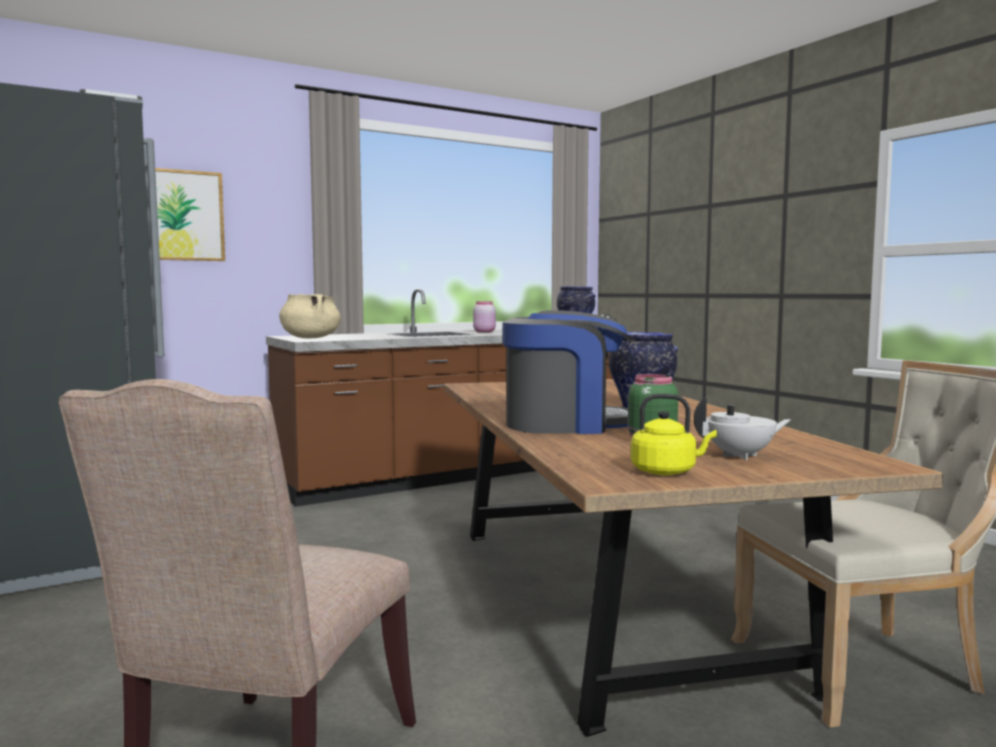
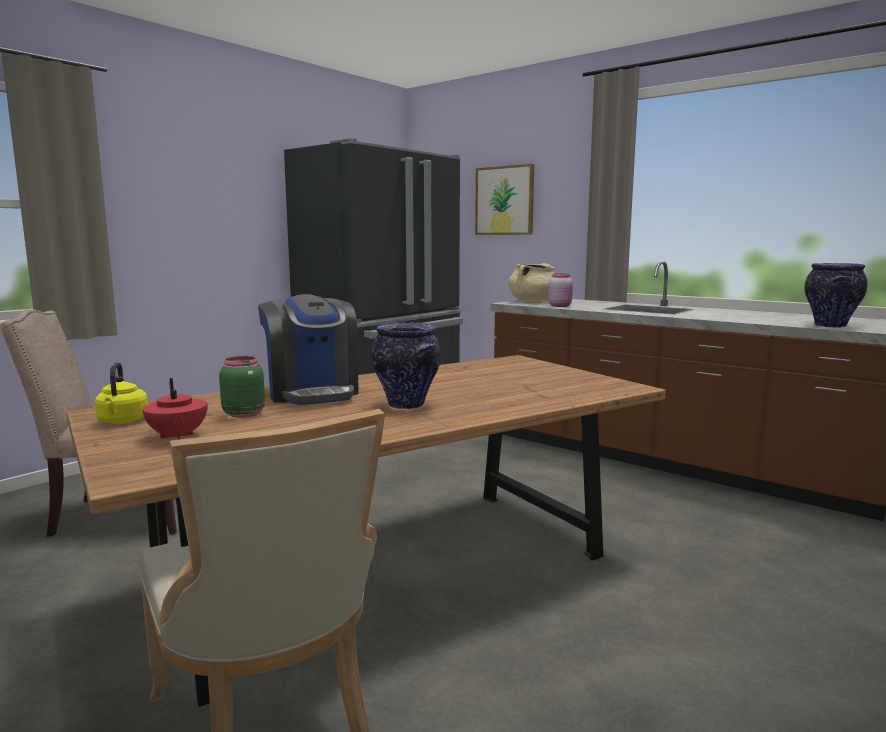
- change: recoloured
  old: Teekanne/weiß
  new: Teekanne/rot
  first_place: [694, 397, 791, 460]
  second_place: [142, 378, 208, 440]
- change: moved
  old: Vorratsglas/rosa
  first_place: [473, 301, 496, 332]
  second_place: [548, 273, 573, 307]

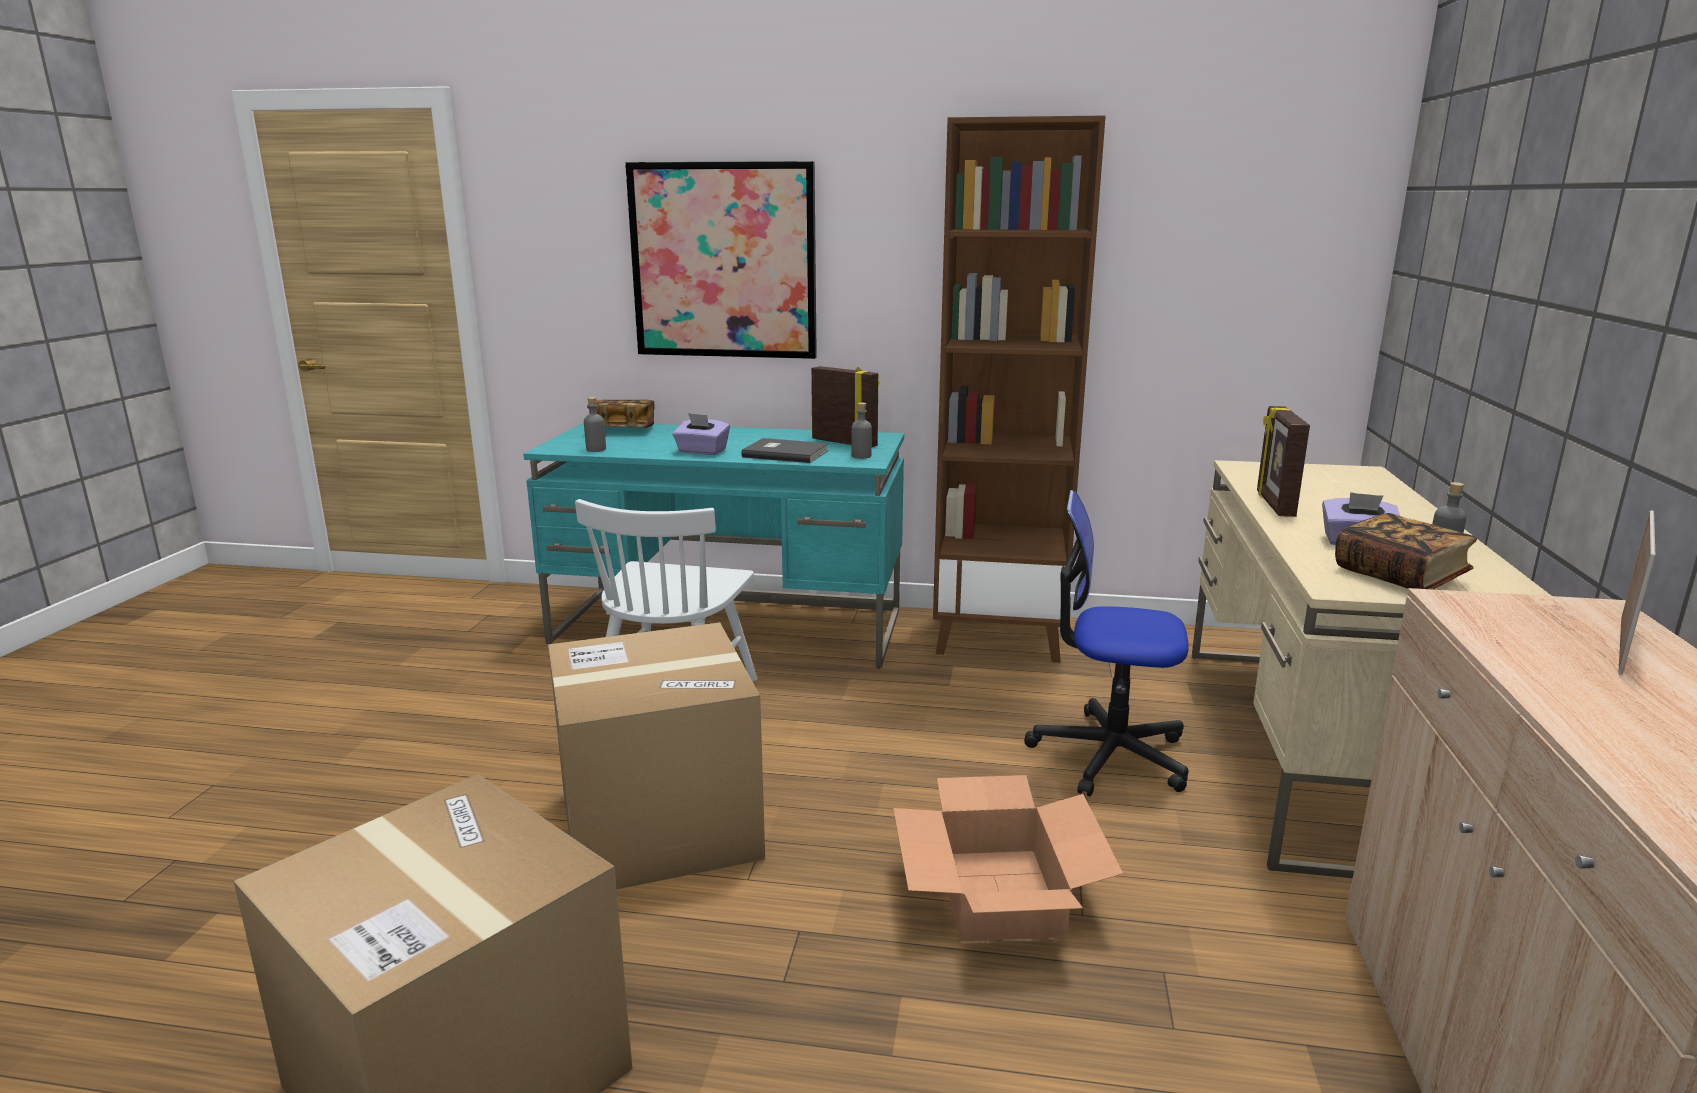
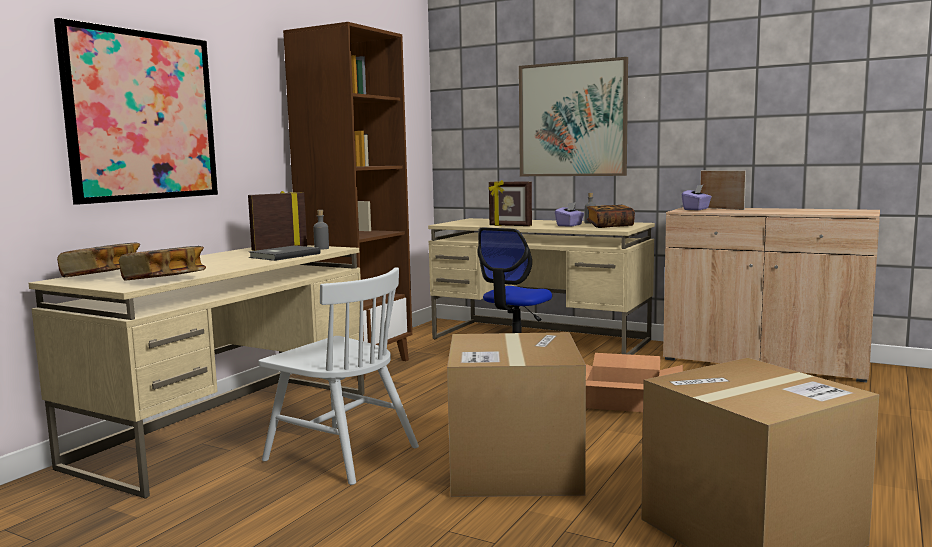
- change: recoloured
  old: Schreibtisch/türkis
  new: Schreibtisch/beige
  first_place: [524, 423, 904, 668]
  second_place: [28, 245, 365, 499]
- change: replaced
  old: Flasche/grau
  new: Buch
  first_place: [584, 397, 606, 452]
  second_place: [119, 246, 206, 281]
- change: added
  new: Bild
  second_place: [519, 57, 628, 176]
- change: moved
  old: Taschentuchbox/lila
  first_place: [672, 413, 730, 455]
  second_place: [682, 184, 712, 210]

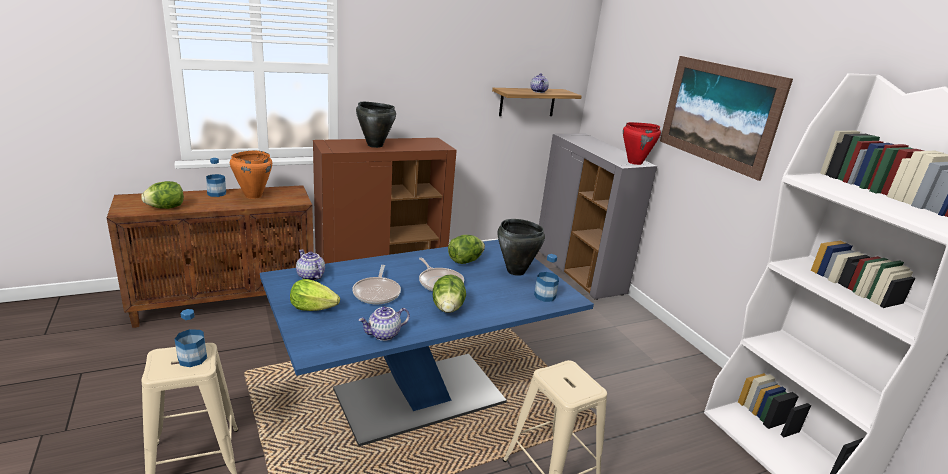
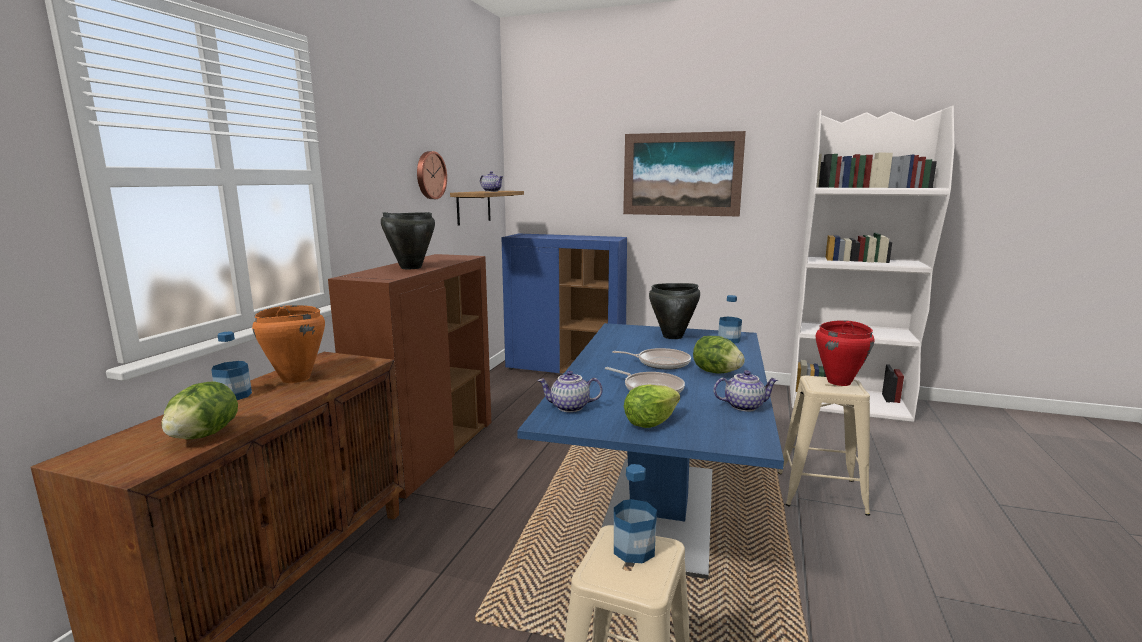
- change: added
  new: Wanduhr
  second_place: [417, 151, 447, 199]
- change: recoloured
  old: Schrank/grau
  new: Schrank/blau
  first_place: [539, 133, 657, 300]
  second_place: [501, 234, 627, 373]
- change: turned
  old: Teekanne
  first_place: [358, 306, 410, 341]
  second_place: [713, 370, 778, 412]
  degrees: -105
- change: moved
  old: Kochtopf/rot
  first_place: [623, 122, 661, 165]
  second_place: [816, 320, 875, 386]
- change: removed
  old: Salatkopf
  first_place: [448, 235, 485, 264]

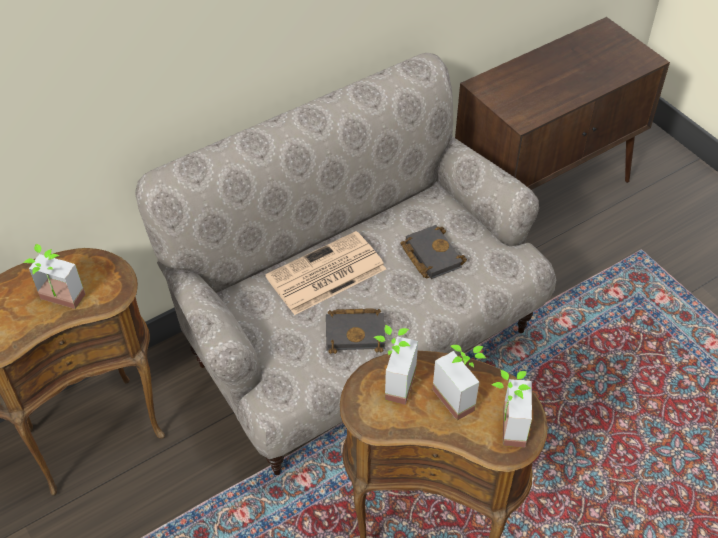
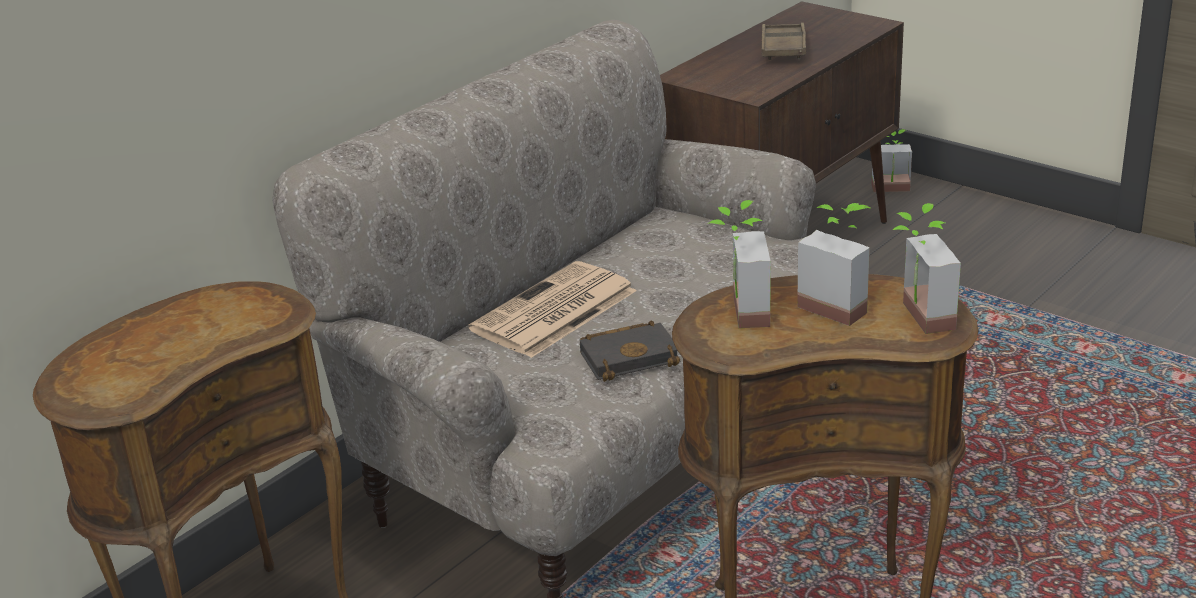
- change: added
  new: Tablett/braun
  second_place: [761, 22, 806, 60]
- change: moved
  old: Topfpflanze
  first_place: [23, 244, 86, 309]
  second_place: [872, 129, 912, 192]
- change: removed
  old: Buch/schwarz
  first_place: [400, 225, 467, 279]

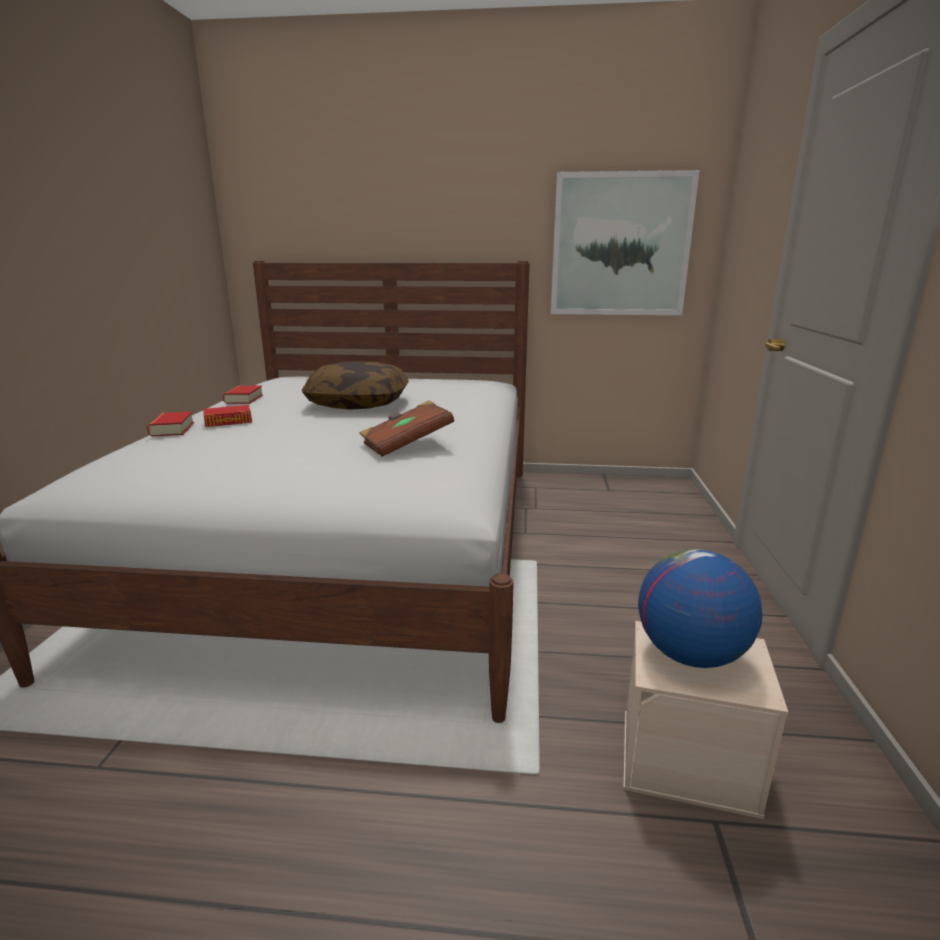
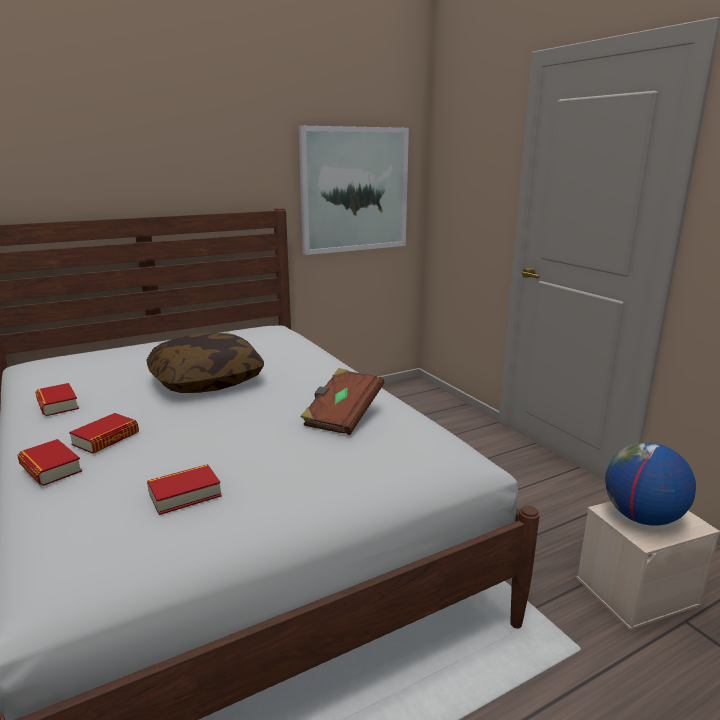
- change: added
  new: Buch
  second_place: [147, 464, 222, 515]

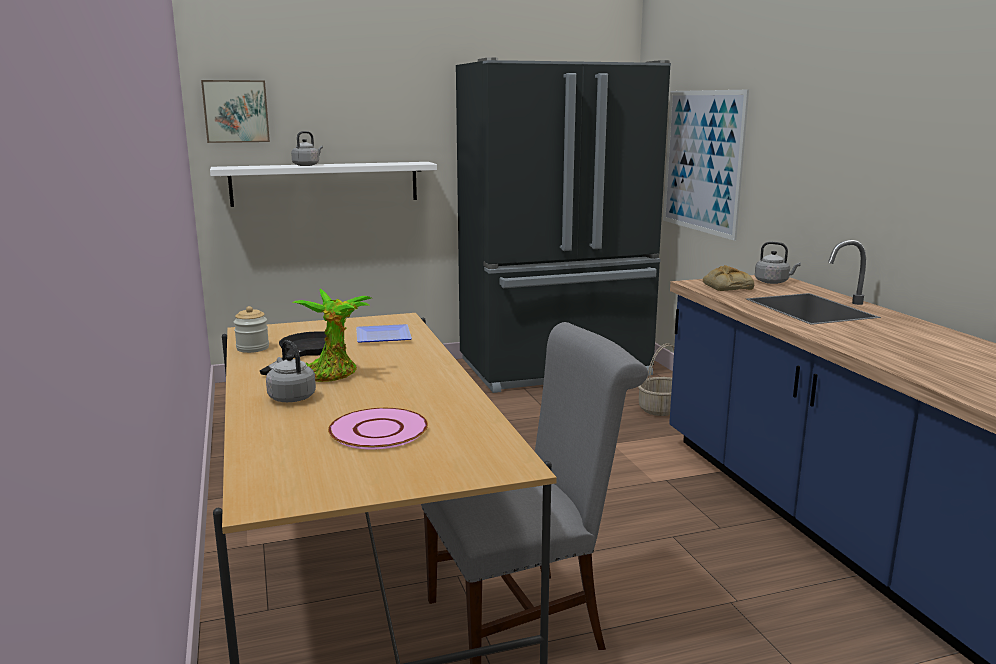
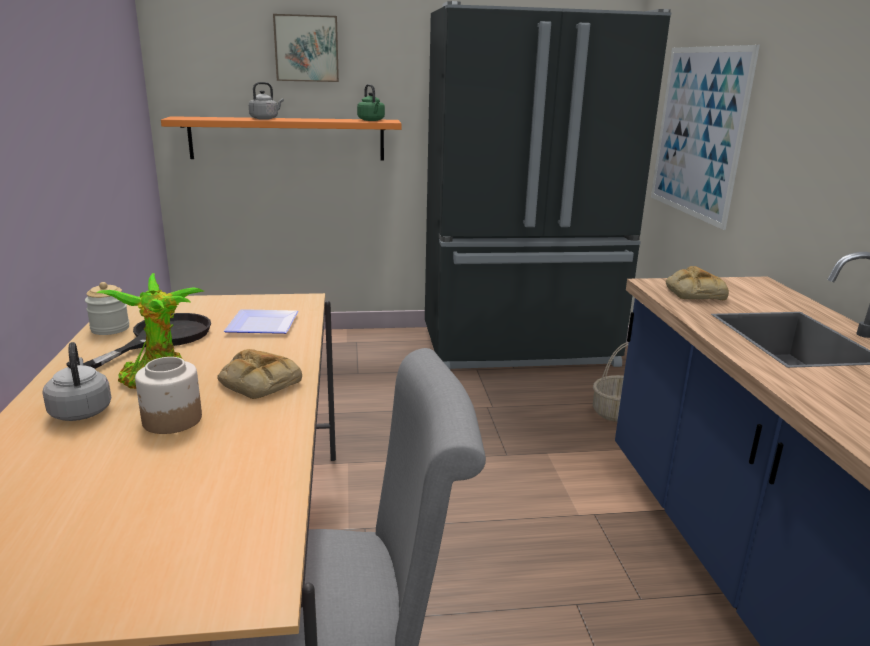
- change: added
  new: Vorratsglas
  second_place: [135, 357, 202, 434]
- change: recoloured
  old: Wandregal/weiß
  new: Wandregal/orange
  first_place: [210, 162, 437, 207]
  second_place: [161, 116, 401, 161]
- change: added
  new: Brot
  second_place: [217, 349, 302, 399]
- change: moved
  old: Bild
  first_place: [201, 80, 270, 143]
  second_place: [273, 14, 339, 82]
- change: added
  new: Wasserkessel/grün
  second_place: [357, 84, 385, 121]
- change: removed
  old: Teller/rosa
  first_place: [328, 408, 428, 449]
- change: removed
  old: Wasserkessel/grau
  first_place: [755, 242, 801, 284]

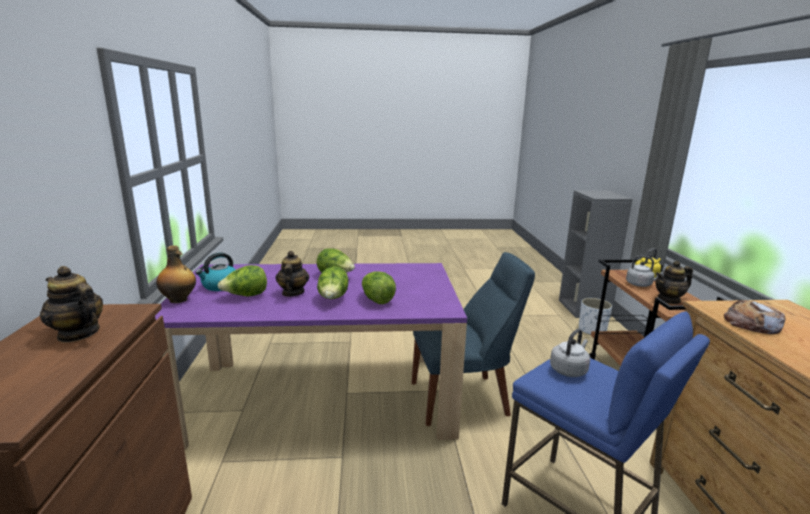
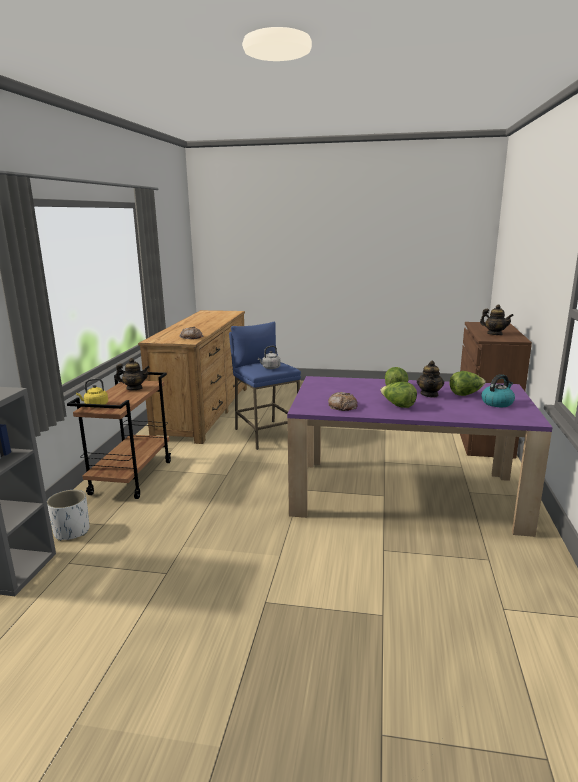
- change: added
  new: Brot
  second_place: [328, 392, 357, 411]
- change: removed
  old: Flasche
  first_place: [156, 246, 196, 303]
- change: removed
  old: Salatkopf
  first_place: [362, 271, 396, 304]
- change: removed
  old: Stuhl/blau
  first_place: [412, 252, 535, 426]
- change: removed
  old: Wasserkessel/grau
  first_place: [626, 255, 664, 287]

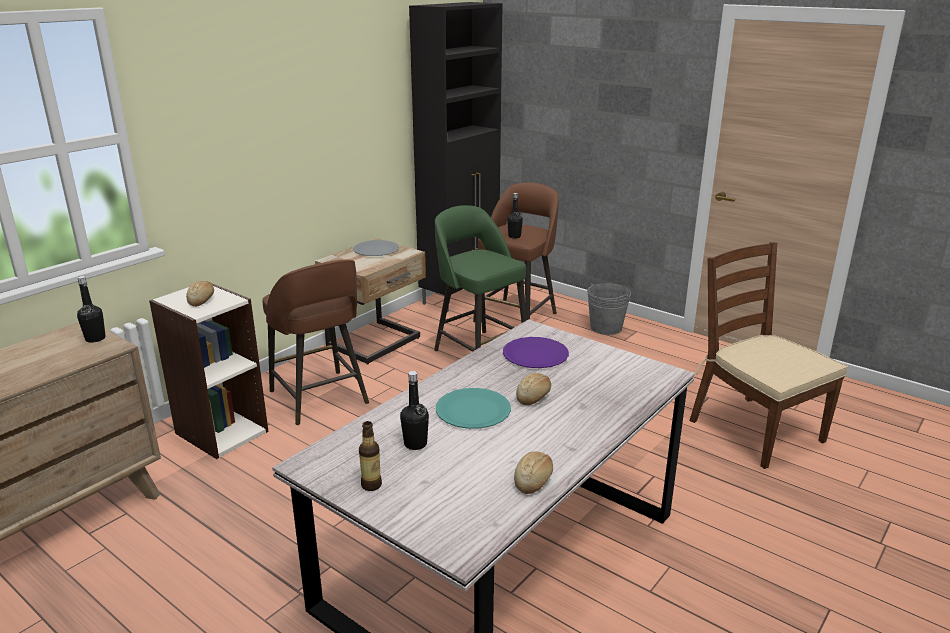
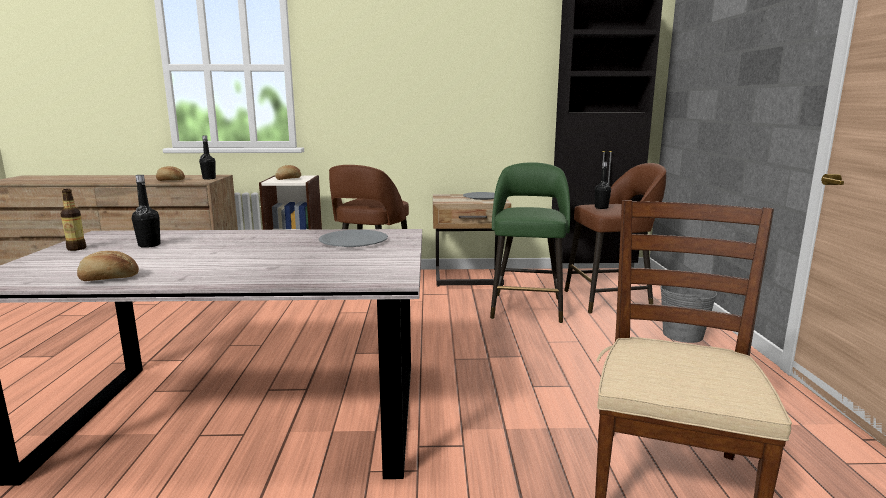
- change: moved
  old: Brot
  first_place: [516, 373, 551, 405]
  second_place: [156, 166, 185, 181]
- change: recoloured
  old: Teller/lila
  new: Teller/grau
  first_place: [503, 337, 569, 368]
  second_place: [319, 230, 388, 247]
- change: removed
  old: Teller/türkis
  first_place: [436, 388, 511, 429]

